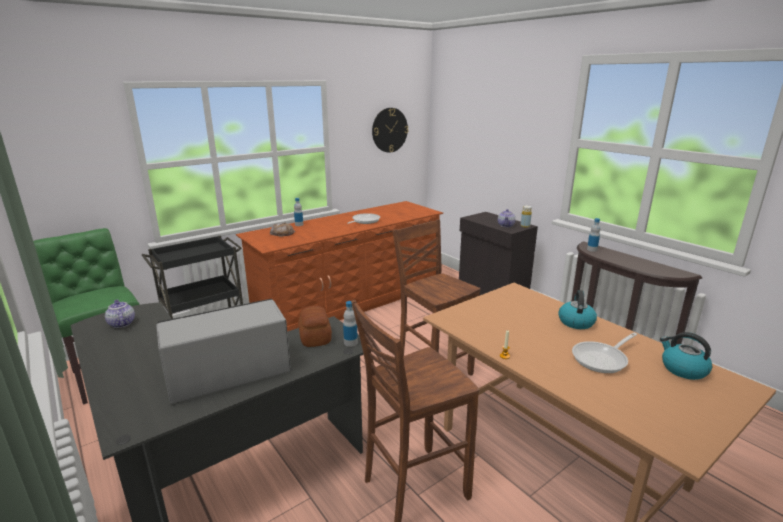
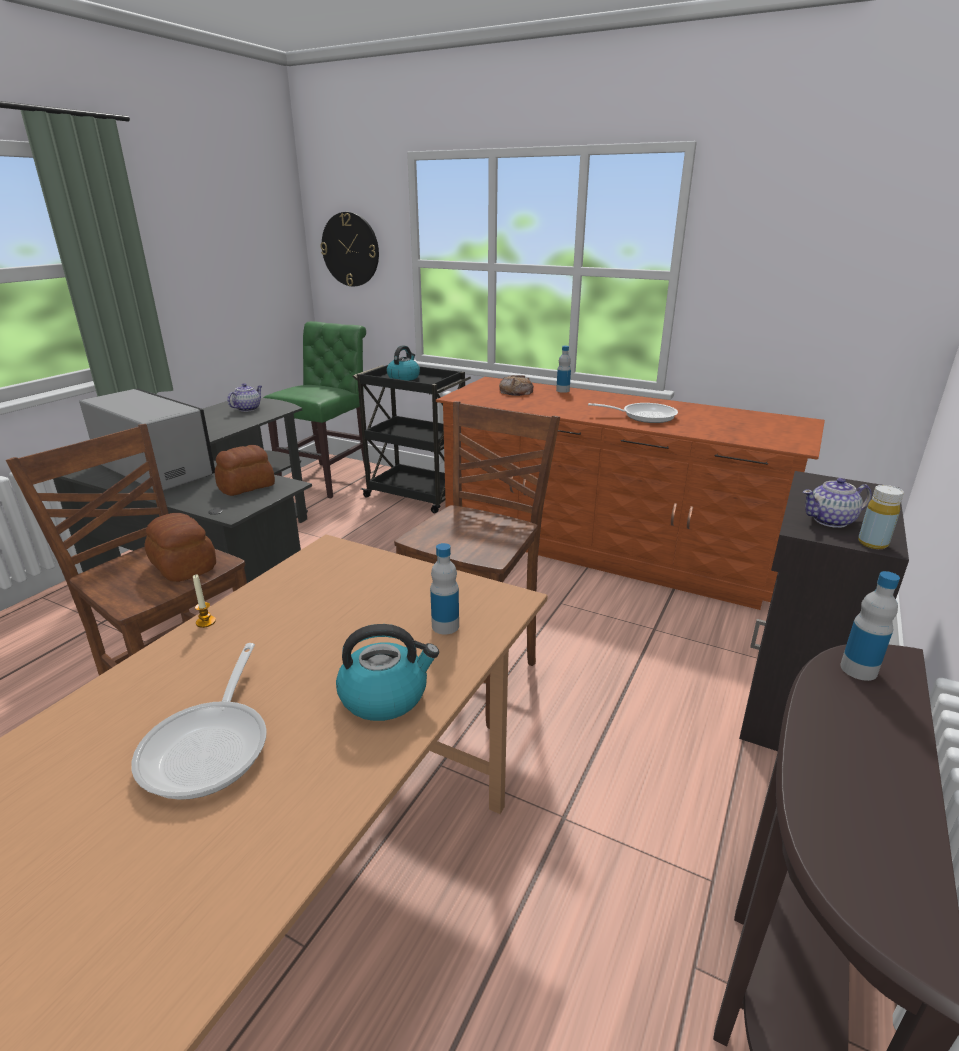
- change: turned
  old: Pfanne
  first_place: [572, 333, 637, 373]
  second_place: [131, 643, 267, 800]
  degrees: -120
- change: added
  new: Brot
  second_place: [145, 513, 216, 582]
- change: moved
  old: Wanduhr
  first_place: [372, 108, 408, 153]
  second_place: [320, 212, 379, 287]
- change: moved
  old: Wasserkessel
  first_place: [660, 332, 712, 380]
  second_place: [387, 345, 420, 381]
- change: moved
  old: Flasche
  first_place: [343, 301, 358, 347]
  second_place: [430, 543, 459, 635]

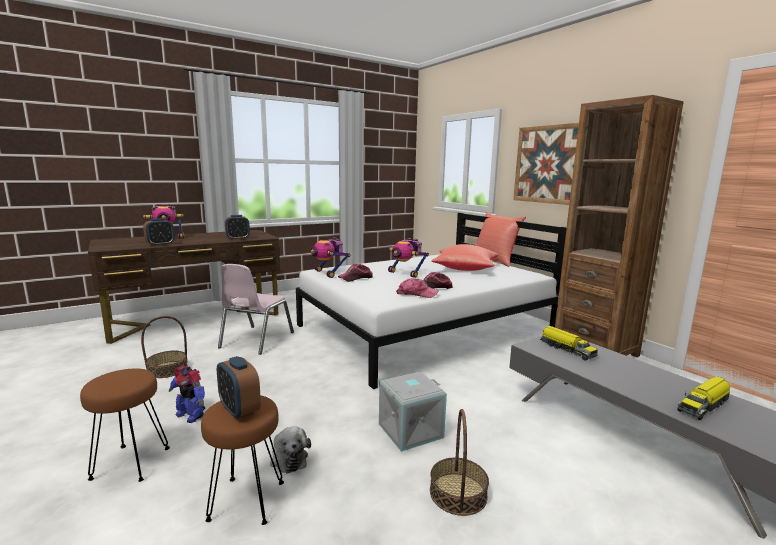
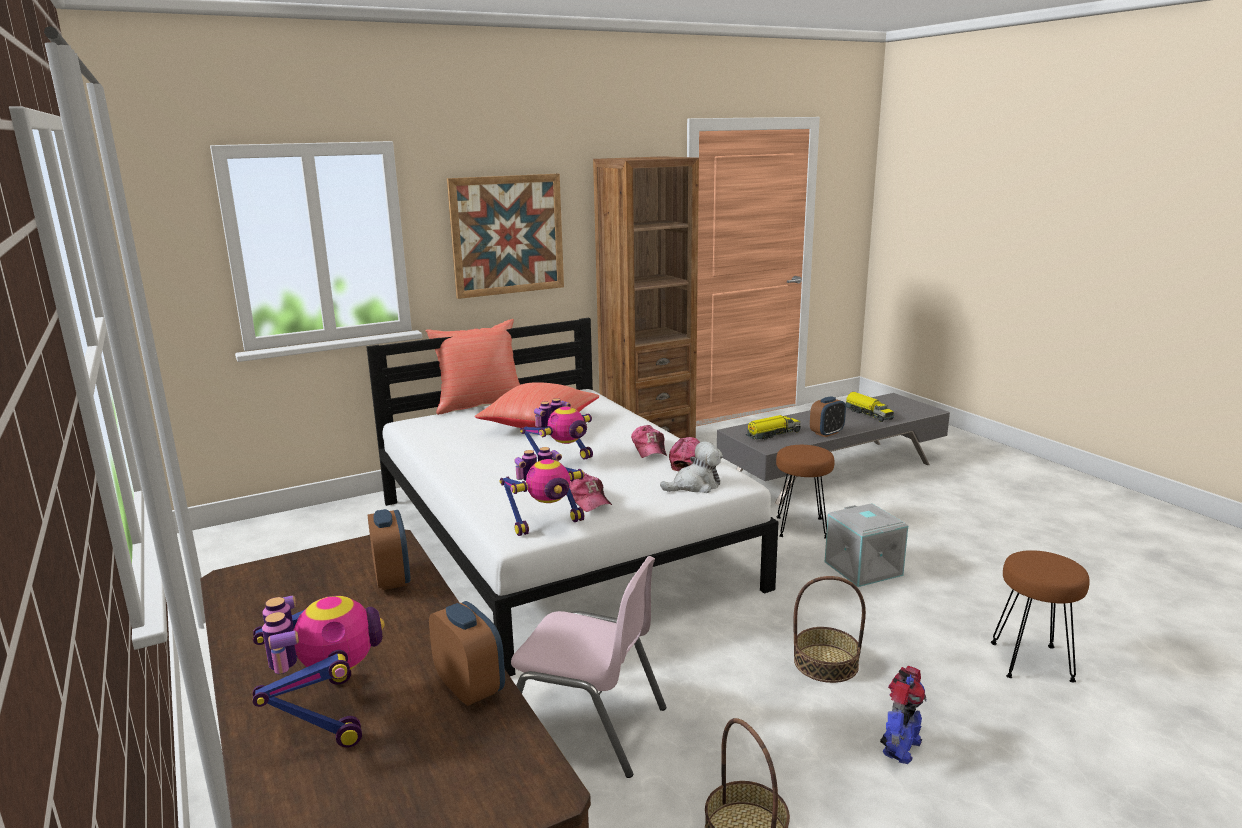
- change: moved
  old: Plüschtier
  first_place: [270, 426, 311, 473]
  second_place: [660, 441, 723, 493]
- change: moved
  old: Hocker/braun
  first_place: [80, 369, 170, 482]
  second_place: [776, 445, 834, 539]
- change: moved
  old: Korb
  first_place: [430, 409, 489, 516]
  second_place: [794, 576, 866, 683]
- change: moved
  old: Wecker
  first_place: [217, 356, 261, 420]
  second_place: [810, 396, 846, 437]

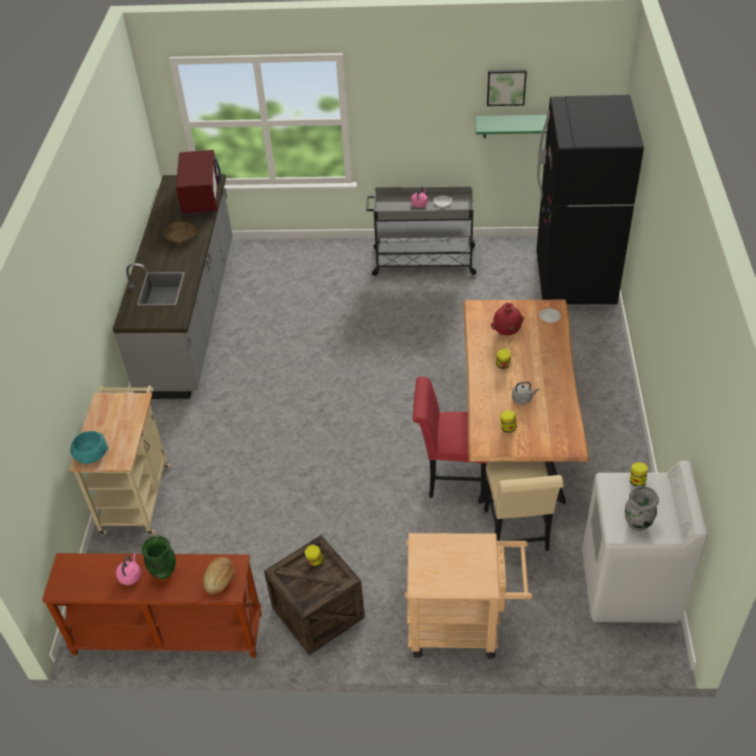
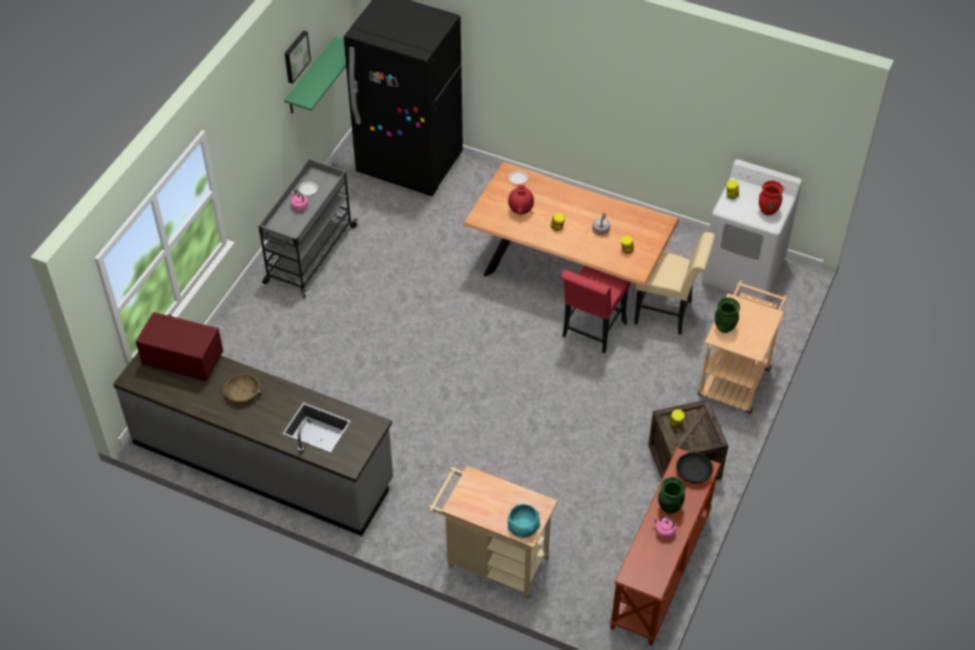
- change: replaced
  old: Brot
  new: Schüssel/schwarz
  first_place: [203, 557, 234, 594]
  second_place: [676, 450, 713, 484]
- change: added
  new: Vase/grün
  second_place: [715, 297, 740, 333]
- change: recoloured
  old: Vase/grau
  new: Vase/rot
  first_place: [625, 486, 659, 531]
  second_place: [759, 180, 783, 216]

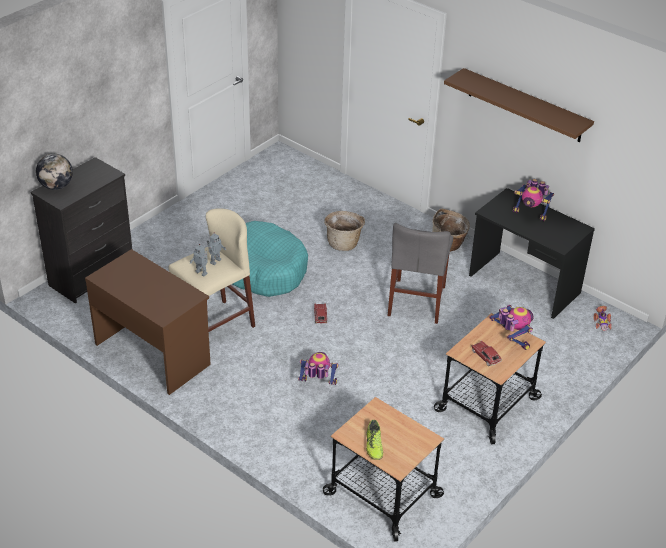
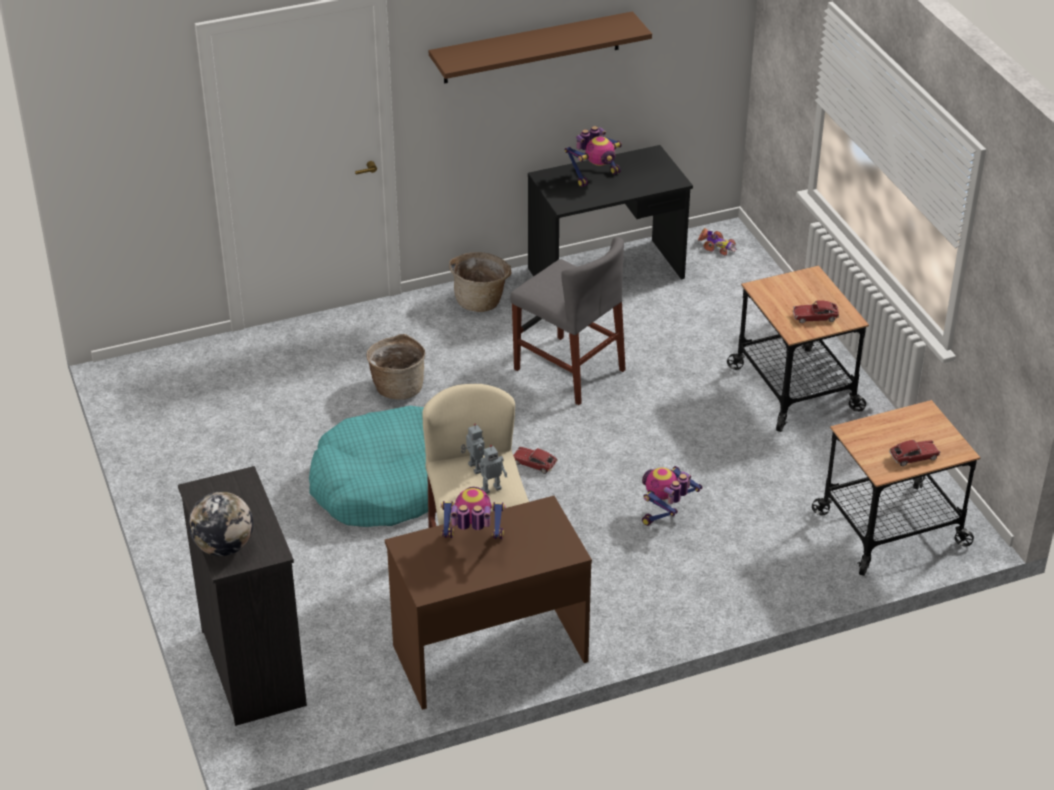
- change: moved
  old: Spielzeugroboter
  first_place: [489, 305, 534, 350]
  second_place: [441, 487, 506, 539]
- change: replaced
  old: Schuh
  new: Spielzeugauto
  first_place: [366, 420, 383, 460]
  second_place: [889, 440, 941, 466]

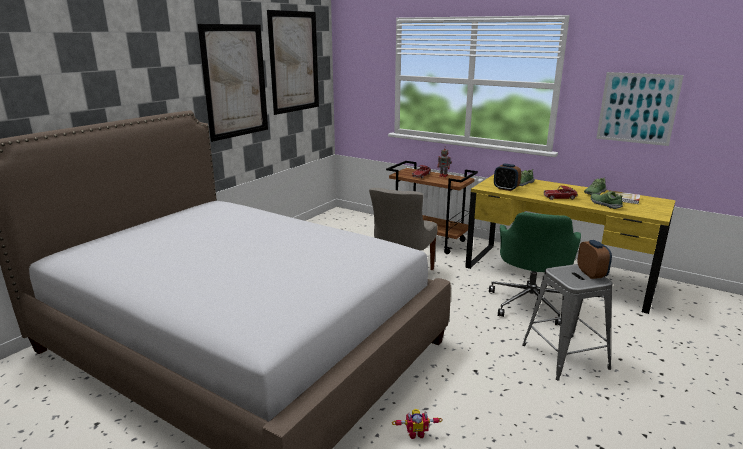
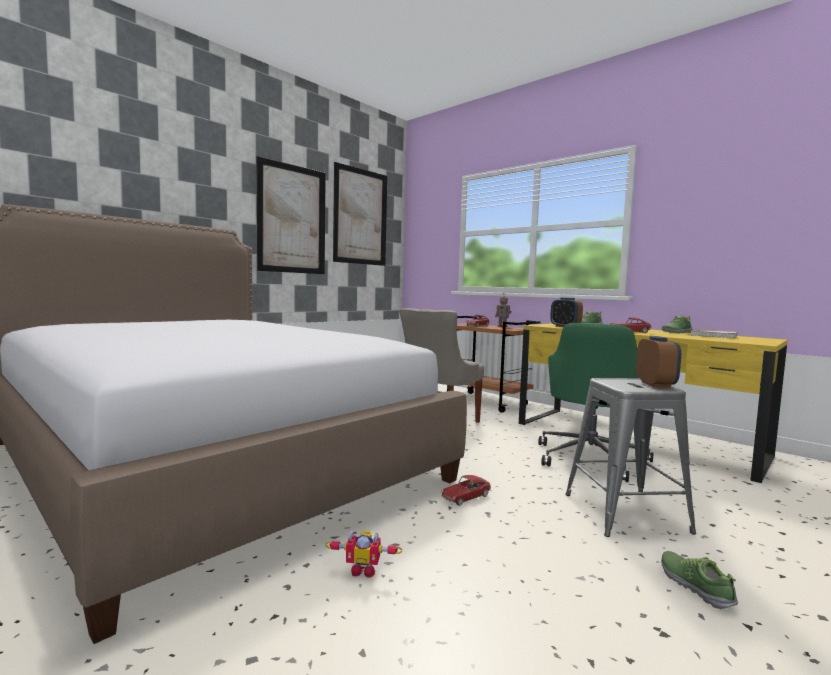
- change: added
  new: Spielzeugauto
  second_place: [441, 475, 491, 506]
- change: moved
  old: Schuh
  first_place: [591, 191, 623, 209]
  second_place: [661, 551, 738, 609]
- change: removed
  old: Bild
  first_place: [596, 72, 684, 146]

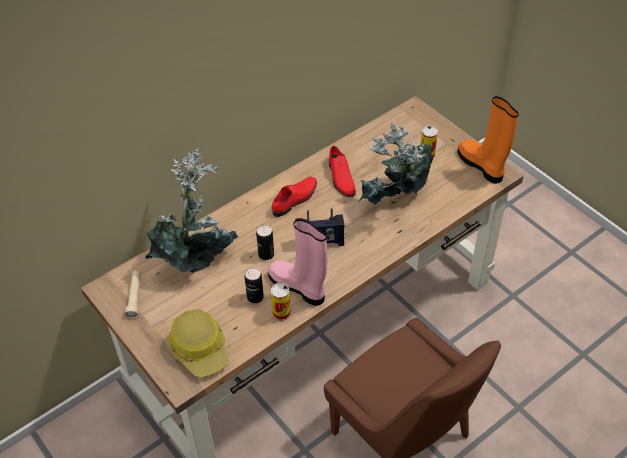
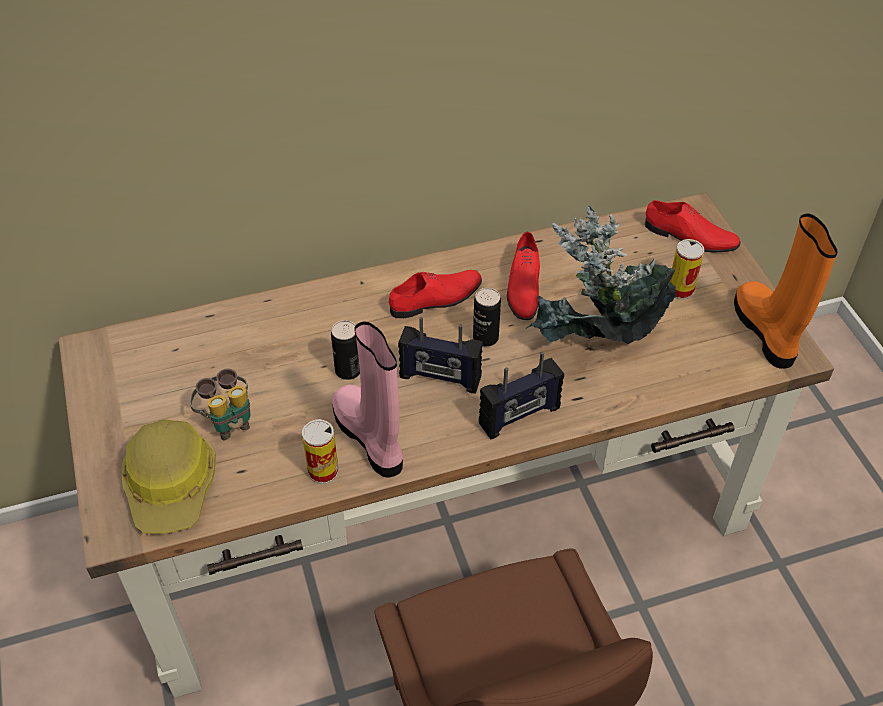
- change: added
  new: Fernglas
  second_place: [190, 368, 251, 440]
- change: moved
  old: Dose
  first_place: [245, 267, 264, 303]
  second_place: [473, 288, 501, 346]
- change: added
  new: Radio
  second_place: [479, 352, 564, 440]
- change: added
  new: Schuh/rot
  second_place: [645, 200, 741, 253]
- change: removed
  old: Taschenlampe/beige
  first_place: [125, 271, 141, 319]
- change: removed
  old: Topfpflanze
  first_place: [145, 147, 239, 273]

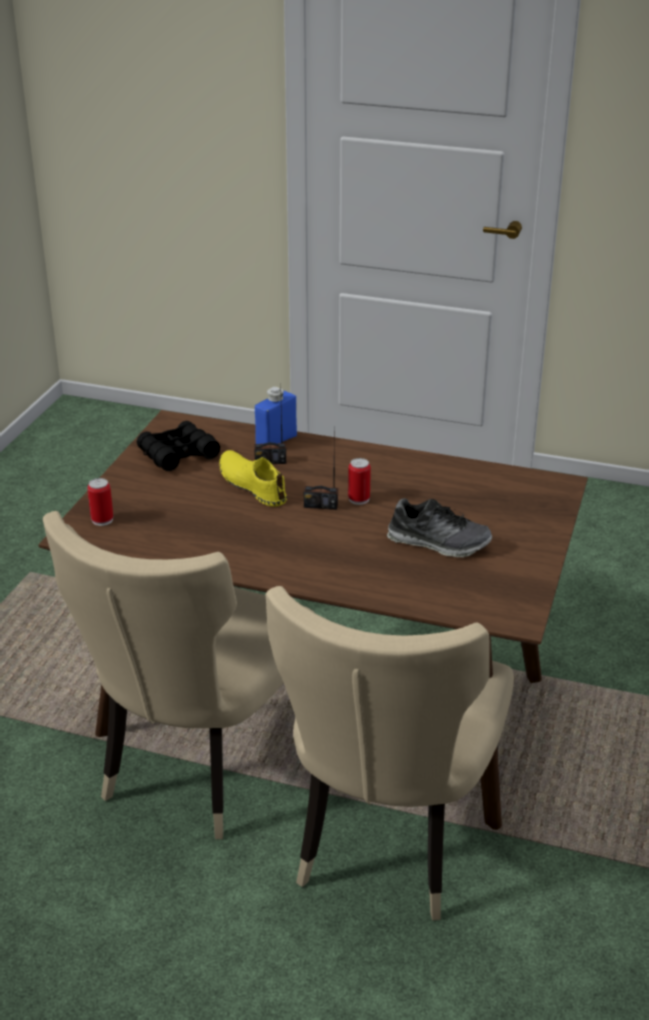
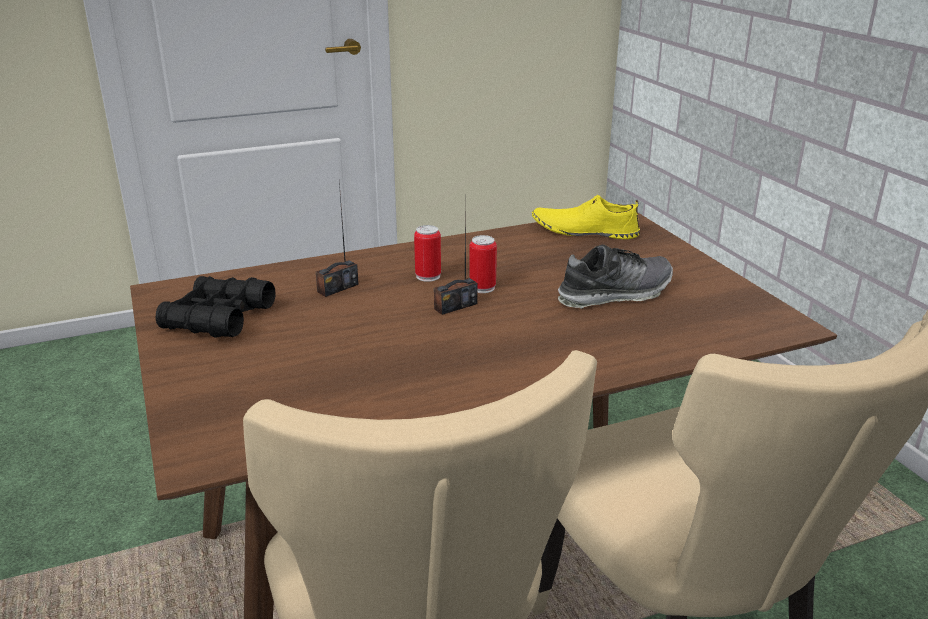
- change: moved
  old: Dose
  first_place: [87, 478, 113, 526]
  second_place: [414, 225, 441, 282]
- change: moved
  old: Schuh/gelb
  first_place: [219, 450, 287, 507]
  second_place: [532, 195, 640, 239]
- change: removed
  old: Flasche/blau
  first_place: [255, 387, 297, 444]

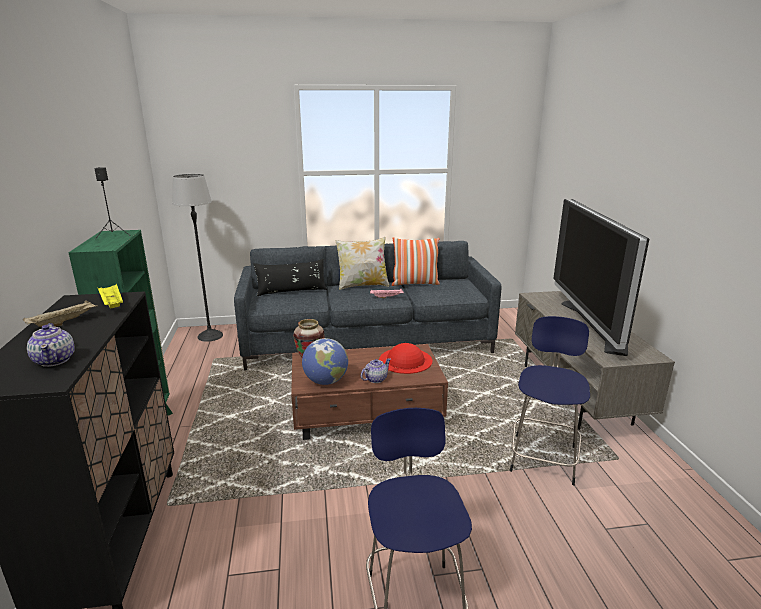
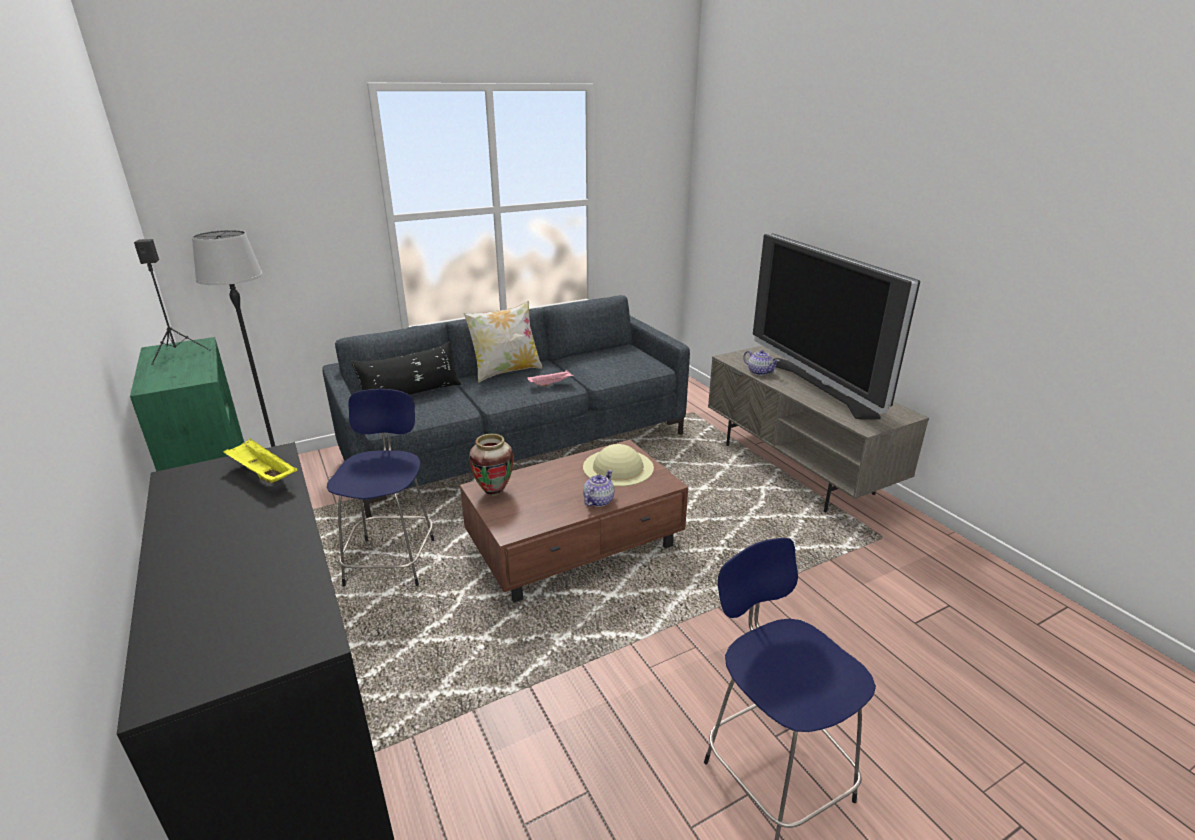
- change: moved
  old: Hocker/blau
  first_place: [510, 316, 590, 485]
  second_place: [327, 389, 434, 587]
- change: recoloured
  old: Hut/rot
  new: Hut/beige
  first_place: [379, 343, 432, 374]
  second_place: [583, 444, 654, 487]
- change: moved
  old: Teekanne
  first_place: [27, 323, 75, 367]
  second_place: [743, 350, 780, 376]
- change: removed
  old: Tablett/beige
  first_place: [23, 300, 98, 327]
- change: removed
  old: Globus
  first_place: [302, 338, 348, 385]
- change: removed
  old: Kissen
  first_place: [392, 237, 440, 286]

